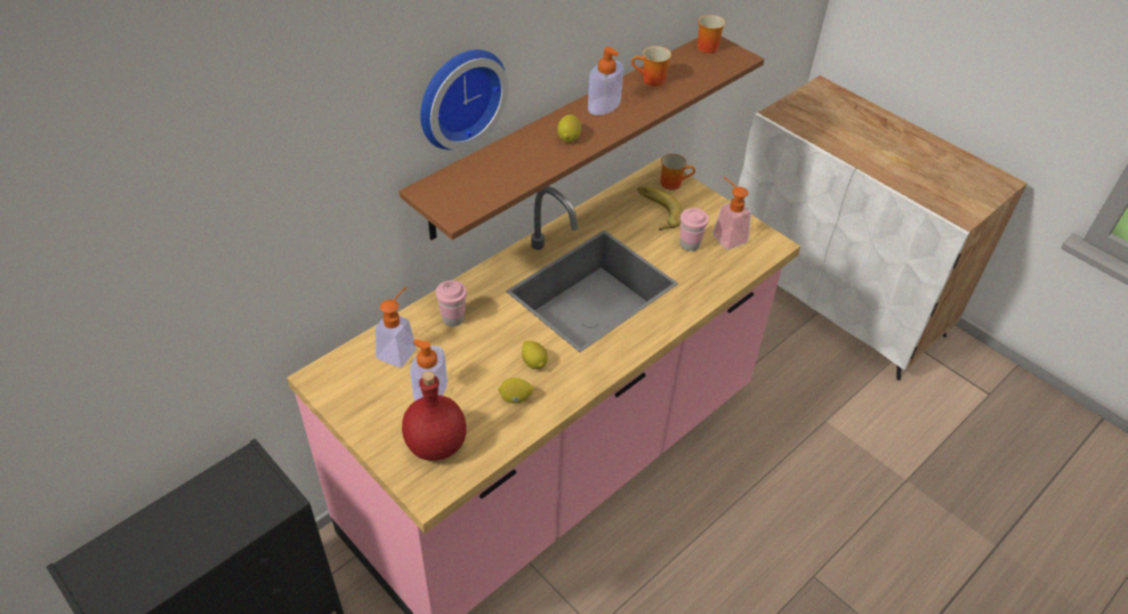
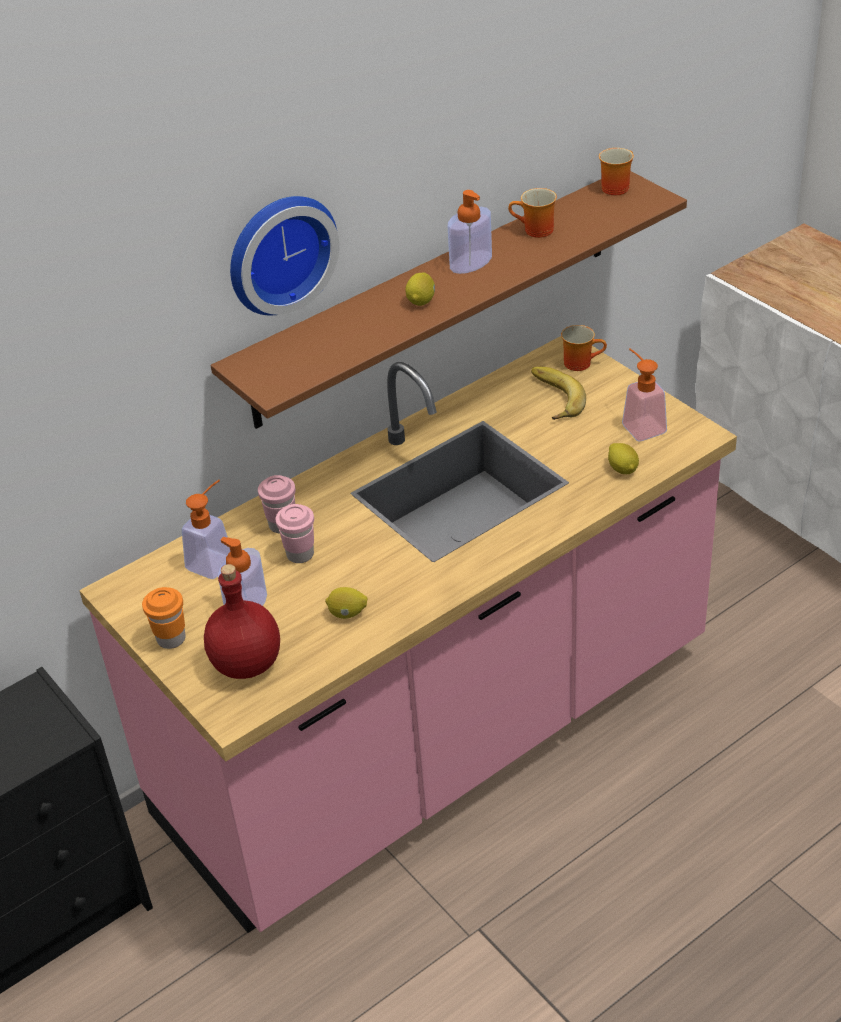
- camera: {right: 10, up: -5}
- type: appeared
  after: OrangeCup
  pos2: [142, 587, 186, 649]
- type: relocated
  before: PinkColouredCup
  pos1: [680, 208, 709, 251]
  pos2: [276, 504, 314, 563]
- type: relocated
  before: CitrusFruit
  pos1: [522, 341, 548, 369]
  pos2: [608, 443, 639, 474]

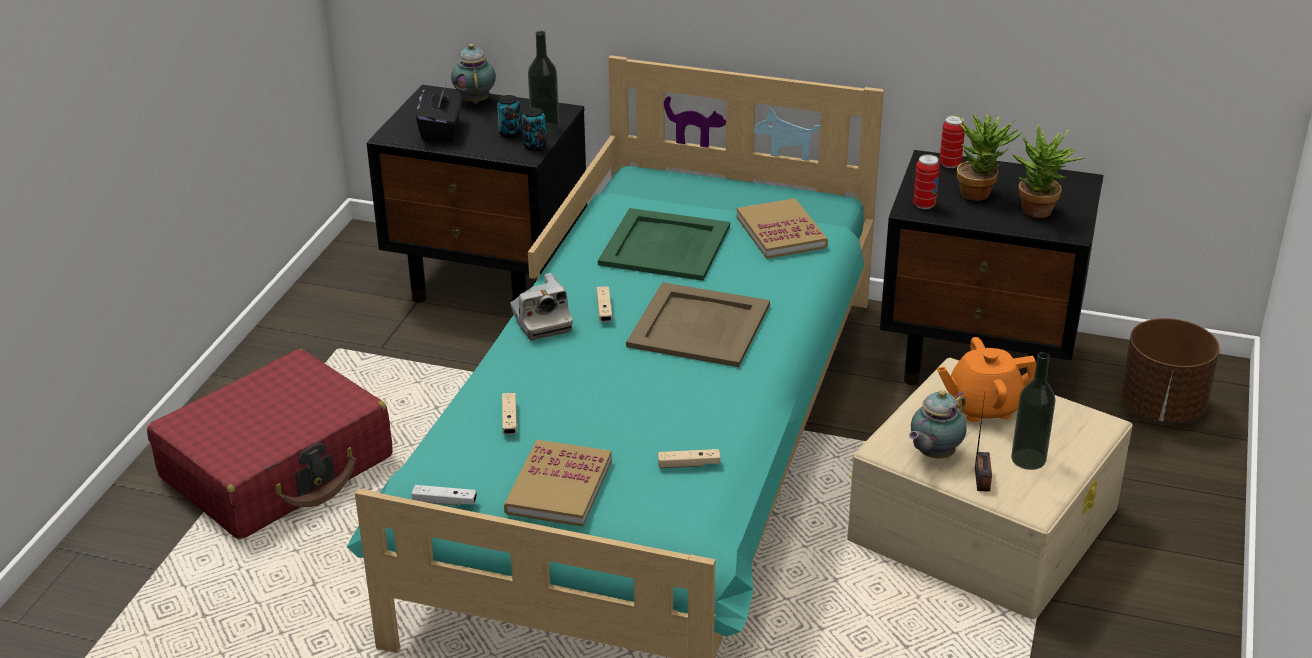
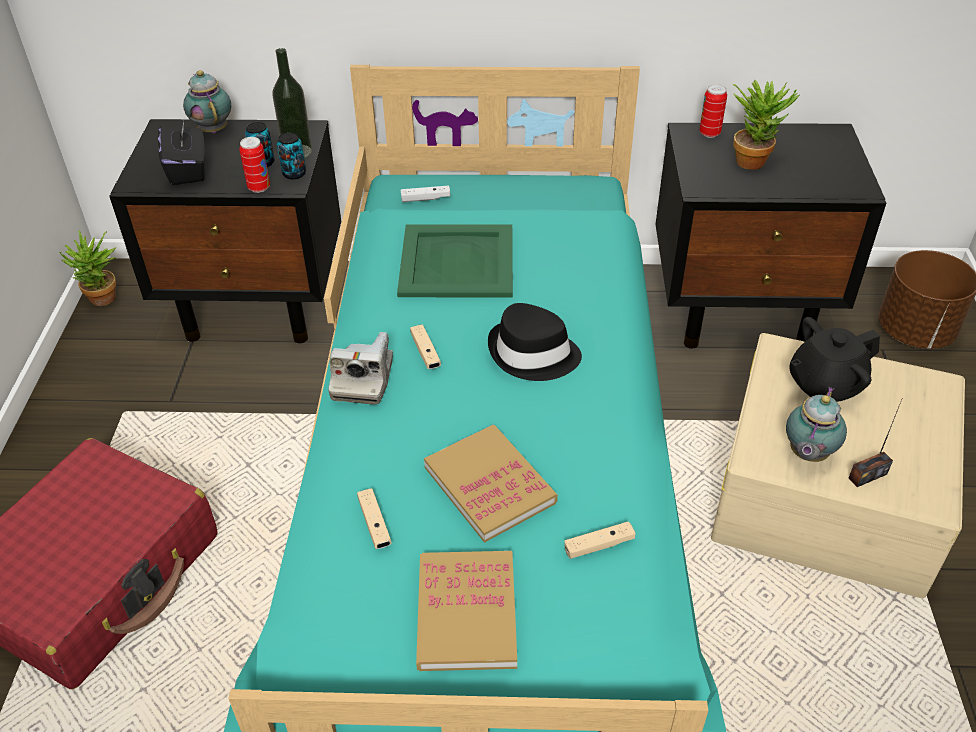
- camera: {right: -15, up: 10}
- type: relocated
  before: Houseplant
  pos1: [1012, 123, 1084, 218]
  pos2: [60, 230, 117, 306]
- type: relocated
  before: MetalCan
  pos1: [913, 154, 940, 209]
  pos2: [239, 137, 270, 193]
- type: spun
  before: PhotoCamera
  pos1: [511, 273, 573, 340]
  pos2: [328, 332, 393, 405]
  turn: 45
- type: relocated
  before: WhitishJoypad
  pos1: [411, 485, 477, 505]
  pos2: [401, 185, 450, 202]
- type: relocated
  before: Book
  pos1: [737, 198, 828, 259]
  pos2: [424, 425, 558, 543]
- type: exchanged
  before: SandColouredServingTray
  after: BlackHat
  pos1: [626, 282, 770, 367]
  pos2: [488, 303, 582, 381]
- type: colour
  before: OrangeTeapot
  after: BlackTeapot
  pos1: [937, 337, 1036, 422]
  pos2: [789, 317, 880, 402]
- type: spun
  before: Radio
  pos1: [975, 394, 992, 492]
  pos2: [849, 397, 903, 487]
  turn: 75
- type: missing
  before: DrinkBottle
  pos1: [1011, 352, 1056, 470]

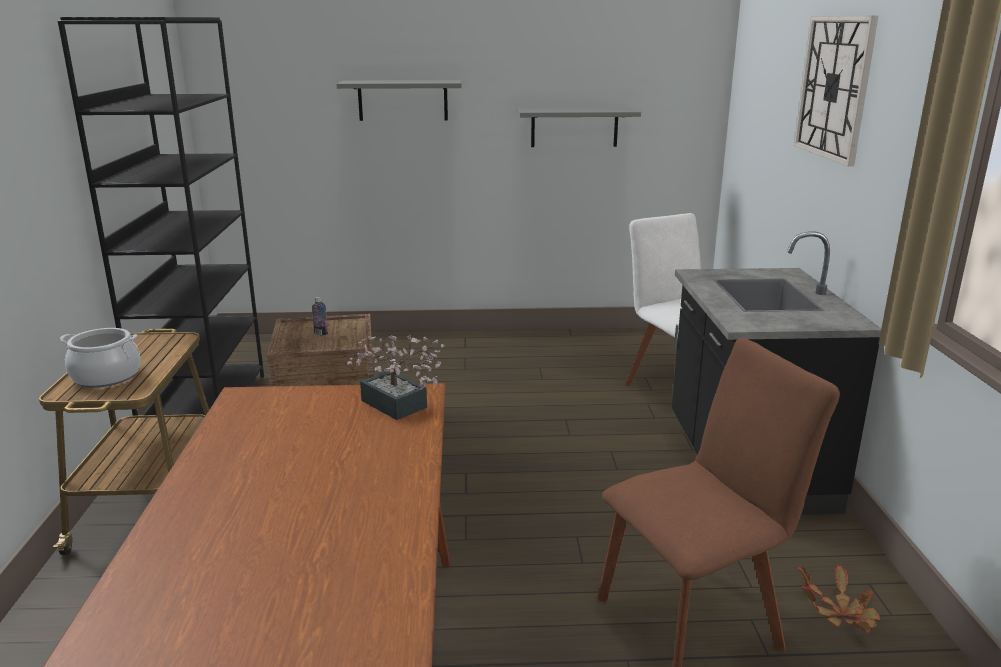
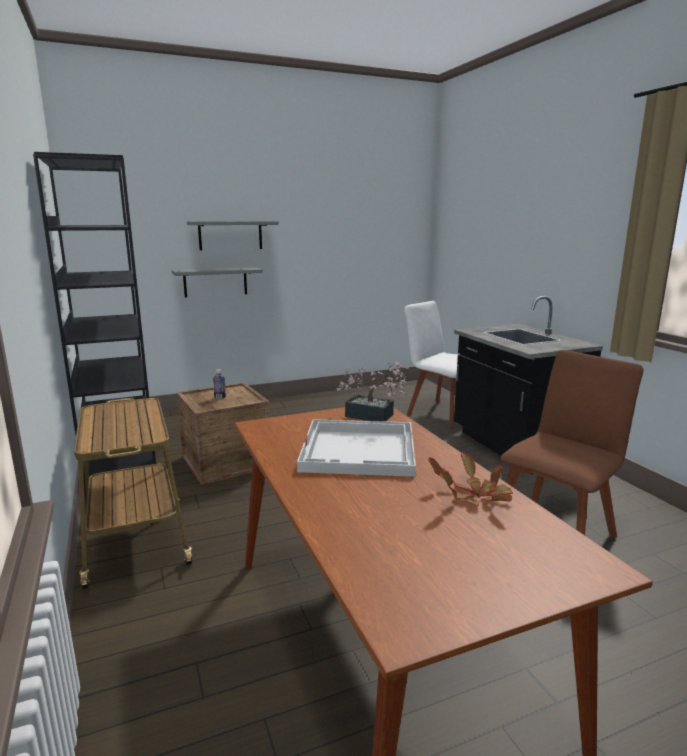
- camera: {right: -20, up: -5}
- type: relocated
  before: GrayWallShelf
  pos1: [517, 108, 641, 147]
  pos2: [172, 267, 263, 298]
- type: appeared
  after: WhitishServingTray
  pos2: [297, 419, 416, 477]
- type: relocated
  before: Houseplant
  pos1: [798, 565, 880, 633]
  pos2: [428, 453, 513, 506]
- type: missing
  before: CookingPot
  pos1: [60, 328, 141, 388]
- type: missing
  before: HangingClock
  pos1: [794, 16, 878, 167]

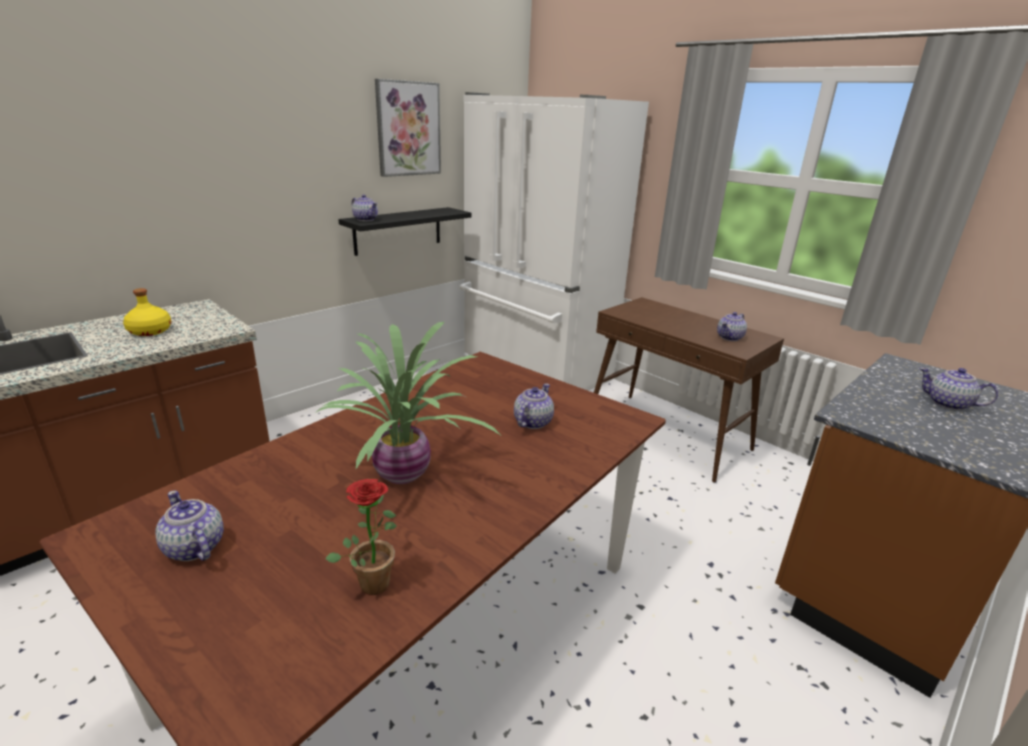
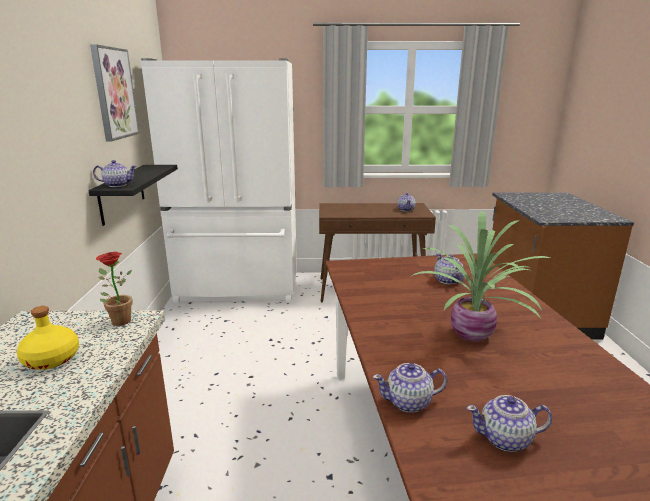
- camera: {right: -45, up: -5}
- type: relocated
  before: Houseplant
  pos1: [325, 479, 397, 595]
  pos2: [96, 252, 132, 326]
- type: relocated
  before: Teapot
  pos1: [919, 368, 998, 410]
  pos2: [373, 363, 447, 413]

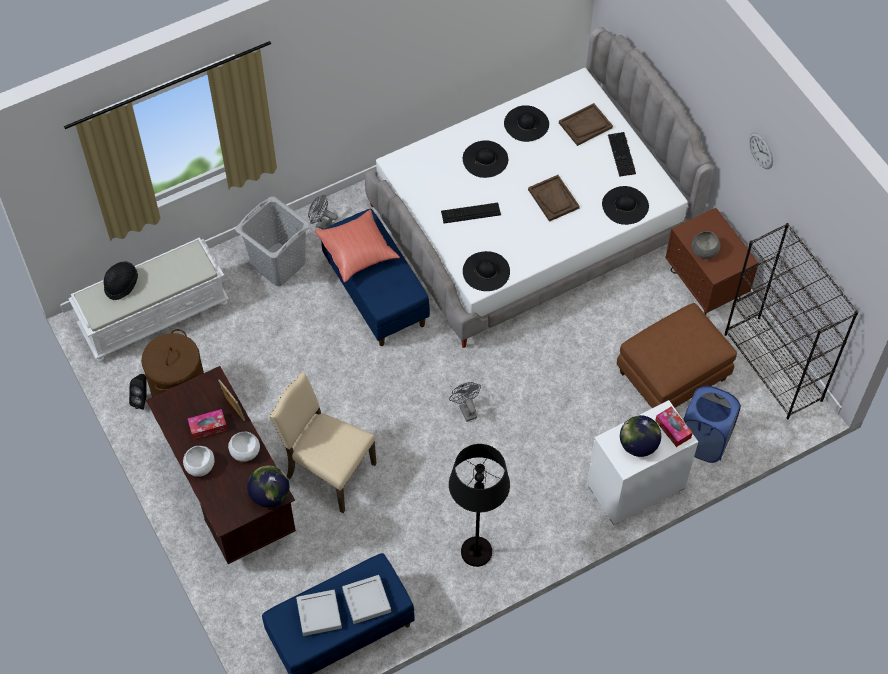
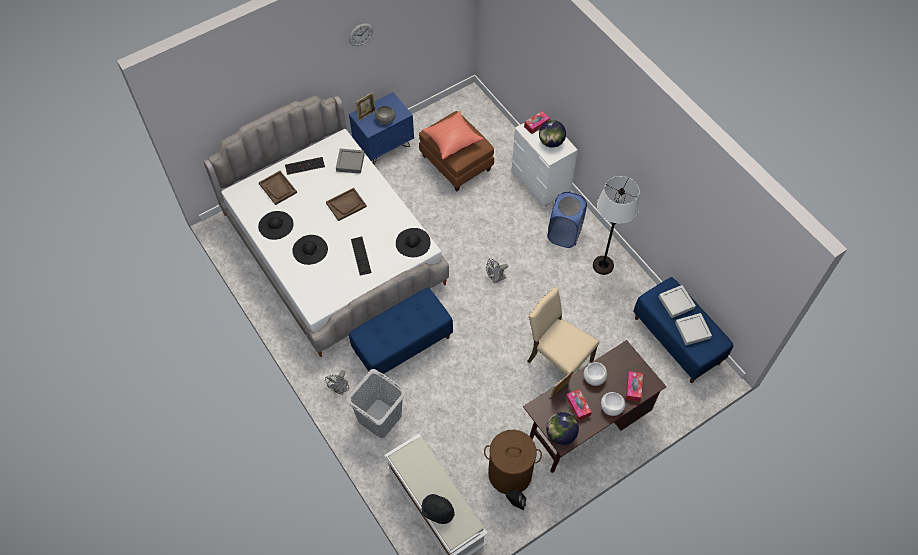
- camera: {right: -95, up: 0}
- type: exchanged
  before: BlackHat
  after: GrayServingTray
  pos1: [602, 186, 649, 225]
  pos2: [336, 149, 365, 174]
- type: colour
  before: BrownishBedsideTable
  after: BlueColouredBedsideTable
  pos1: [665, 208, 759, 315]
  pos2: [349, 92, 414, 165]
- type: appeared
  after: PhotoFrame
  pos2: [355, 92, 376, 121]
- type: relocated
  before: RedCushion
  pos1: [315, 209, 400, 282]
  pos2: [422, 111, 484, 159]
- type: spun
  before: SandColouredPlainChair
  pos1: [269, 372, 377, 513]
  pos2: [527, 287, 599, 375]
  turn: 105
- type: relocated
  before: DeskGlobe
  pos1: [247, 465, 289, 507]
  pos2: [546, 412, 579, 445]
- type: relocated
  before: BlueColouredHamper
  pos1: [683, 386, 741, 463]
  pos2: [548, 192, 587, 248]
- type: colour
  before: BlackStandingLamp
  after: WhitishStandingLamp
  pos1: [449, 444, 510, 567]
  pos2: [593, 176, 640, 275]
- type: appeared
  after: TissueBox
  pos2: [626, 371, 643, 401]
- type: missing
  before: BlackShelvingUnit
  pos1: [725, 223, 858, 419]

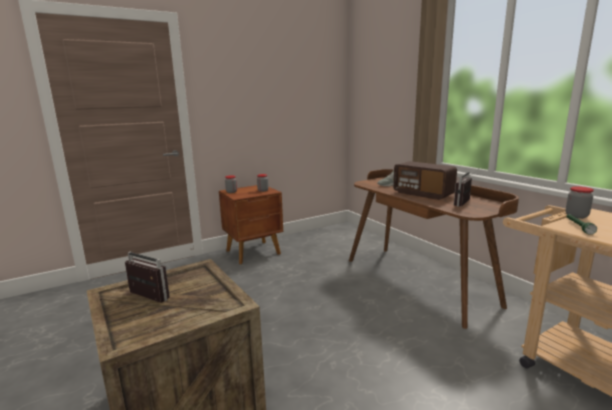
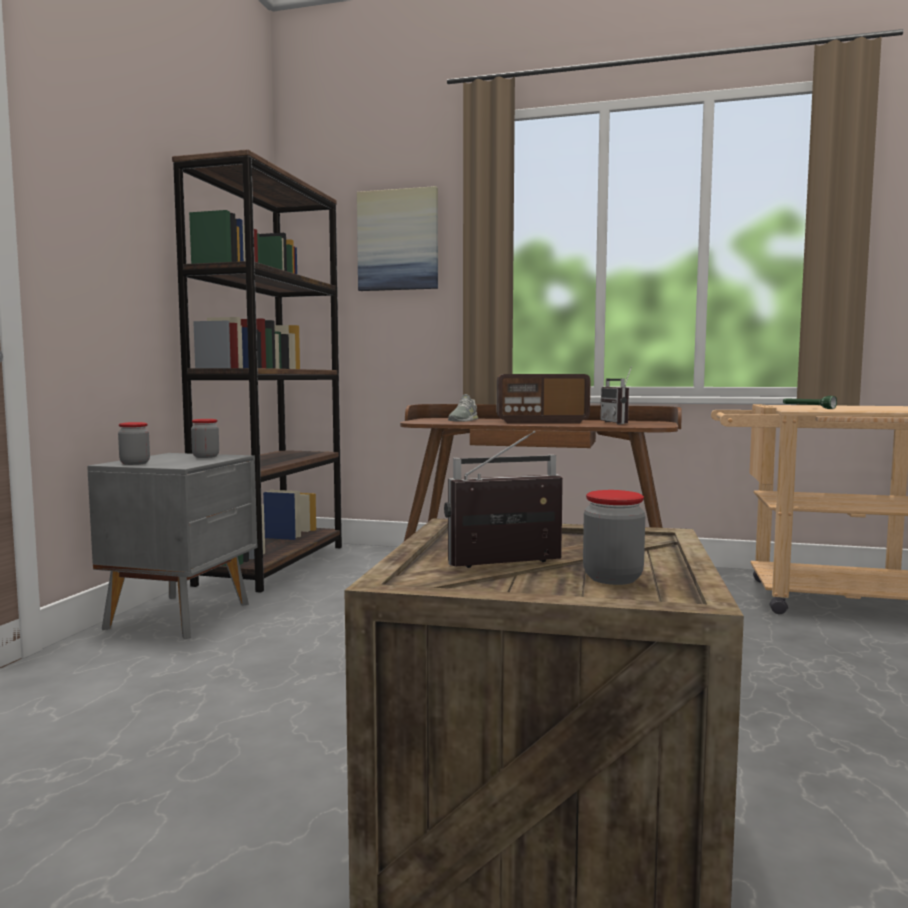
- camera: {right: -45, up: -10}
- type: colour
  before: BrownishBedsideTable
  after: GrayBedsideTable
  pos1: [219, 185, 283, 264]
  pos2: [87, 453, 258, 639]
- type: appeared
  after: BrownishShelvingUnit
  pos2: [172, 149, 342, 593]
- type: appeared
  after: WallArt
  pos2: [357, 186, 438, 291]
- type: relocated
  before: PreserveJar
  pos1: [565, 186, 594, 219]
  pos2: [583, 490, 645, 585]

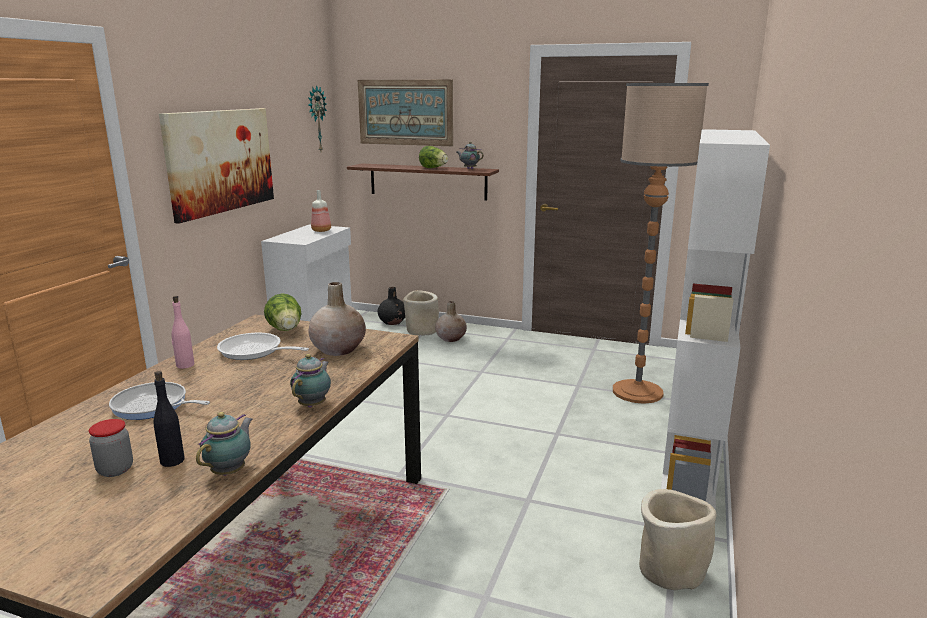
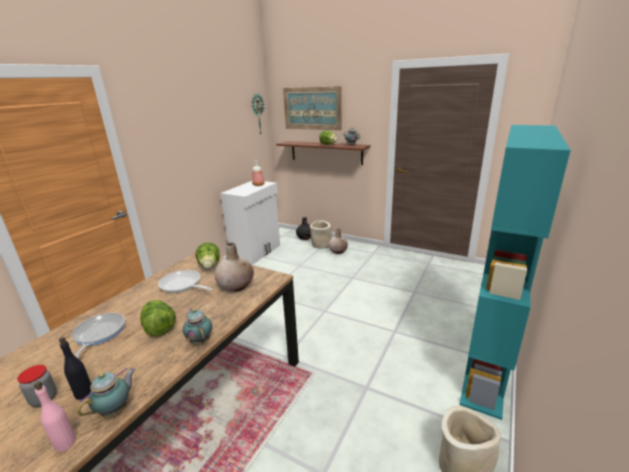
- camera: {right: 10, up: 5}
- type: relocated
  before: PinkColouredDrinkBottle
  pos1: [171, 296, 194, 369]
  pos2: [34, 381, 76, 452]
- type: spun
  before: FryingPan
  pos1: [109, 382, 210, 420]
  pos2: [72, 313, 125, 358]
  turn: 60
- type: appeared
  after: LettuceHead
  pos2: [140, 300, 176, 336]
- type: spun
  before: Teapot
  pos1: [290, 354, 331, 408]
  pos2: [183, 309, 212, 345]
  turn: -60
- type: colour
  before: WhitishShelvingUnit
  after: TurquoiseColouredShelvingUnit
  pos1: [661, 129, 770, 510]
  pos2: [459, 125, 571, 420]
- type: missing
  before: WallArt
  pos1: [159, 108, 274, 224]
- type: missing
  before: StandingLamp
  pos1: [613, 83, 709, 404]

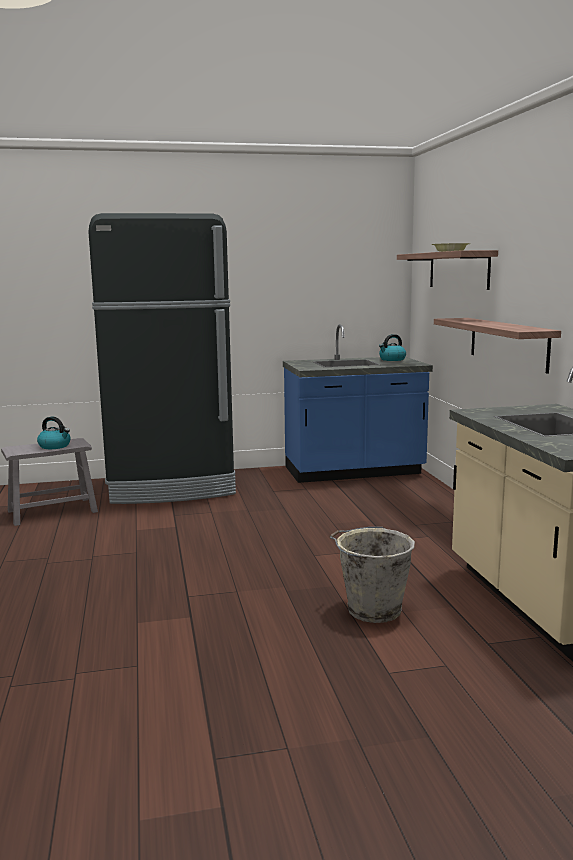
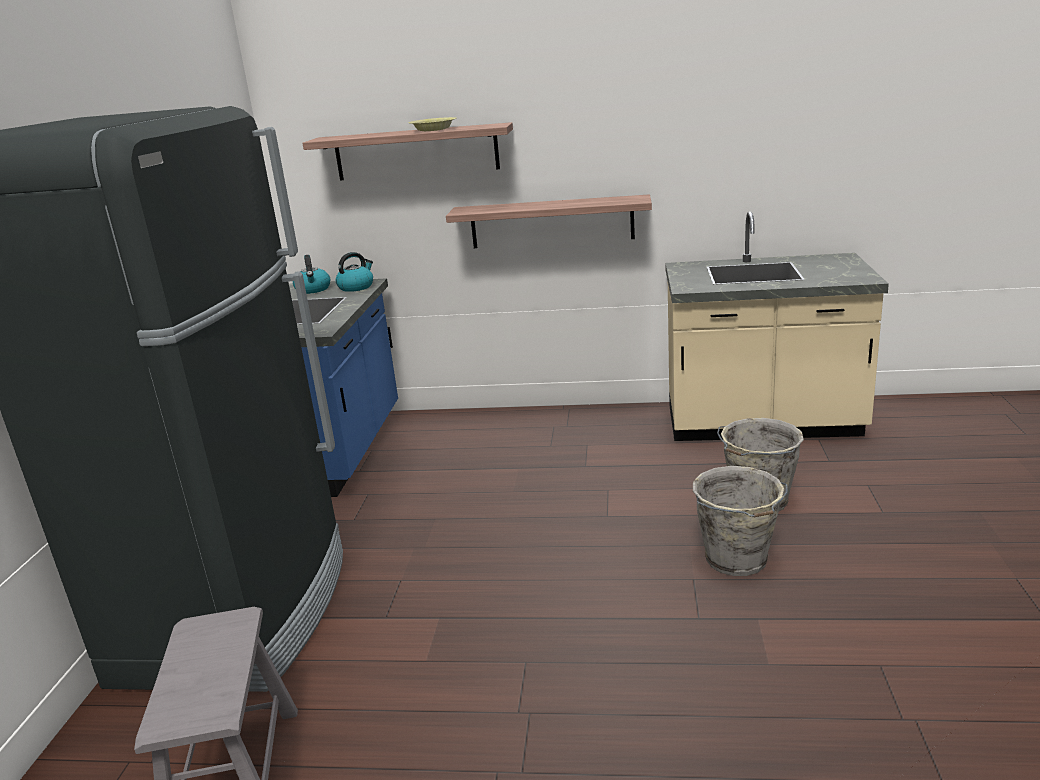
- camera: {right: -70, up: 10}
- type: relocated
  before: WaterKettle
  pos1: [37, 417, 71, 449]
  pos2: [336, 252, 373, 292]
- type: appeared
  after: GrayBucket
  pos2: [693, 466, 788, 576]

